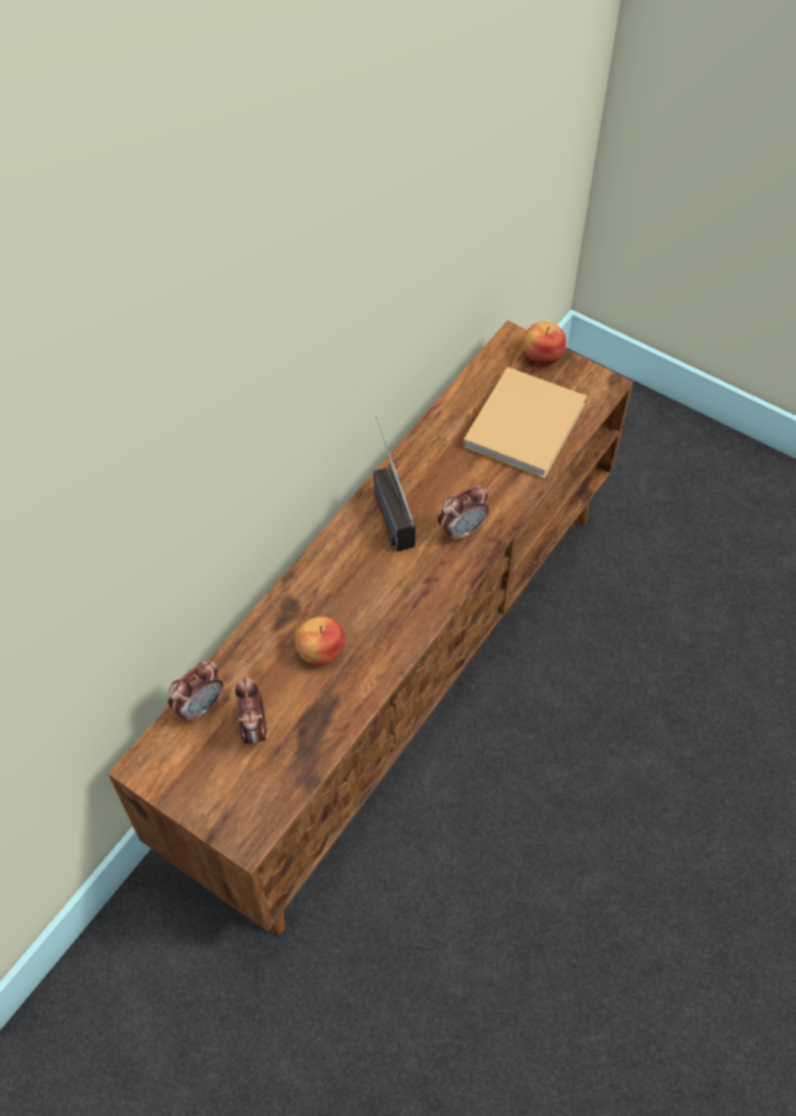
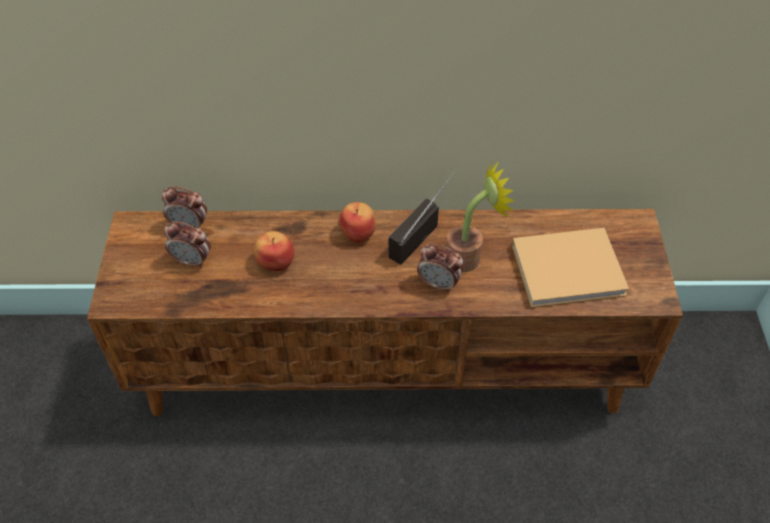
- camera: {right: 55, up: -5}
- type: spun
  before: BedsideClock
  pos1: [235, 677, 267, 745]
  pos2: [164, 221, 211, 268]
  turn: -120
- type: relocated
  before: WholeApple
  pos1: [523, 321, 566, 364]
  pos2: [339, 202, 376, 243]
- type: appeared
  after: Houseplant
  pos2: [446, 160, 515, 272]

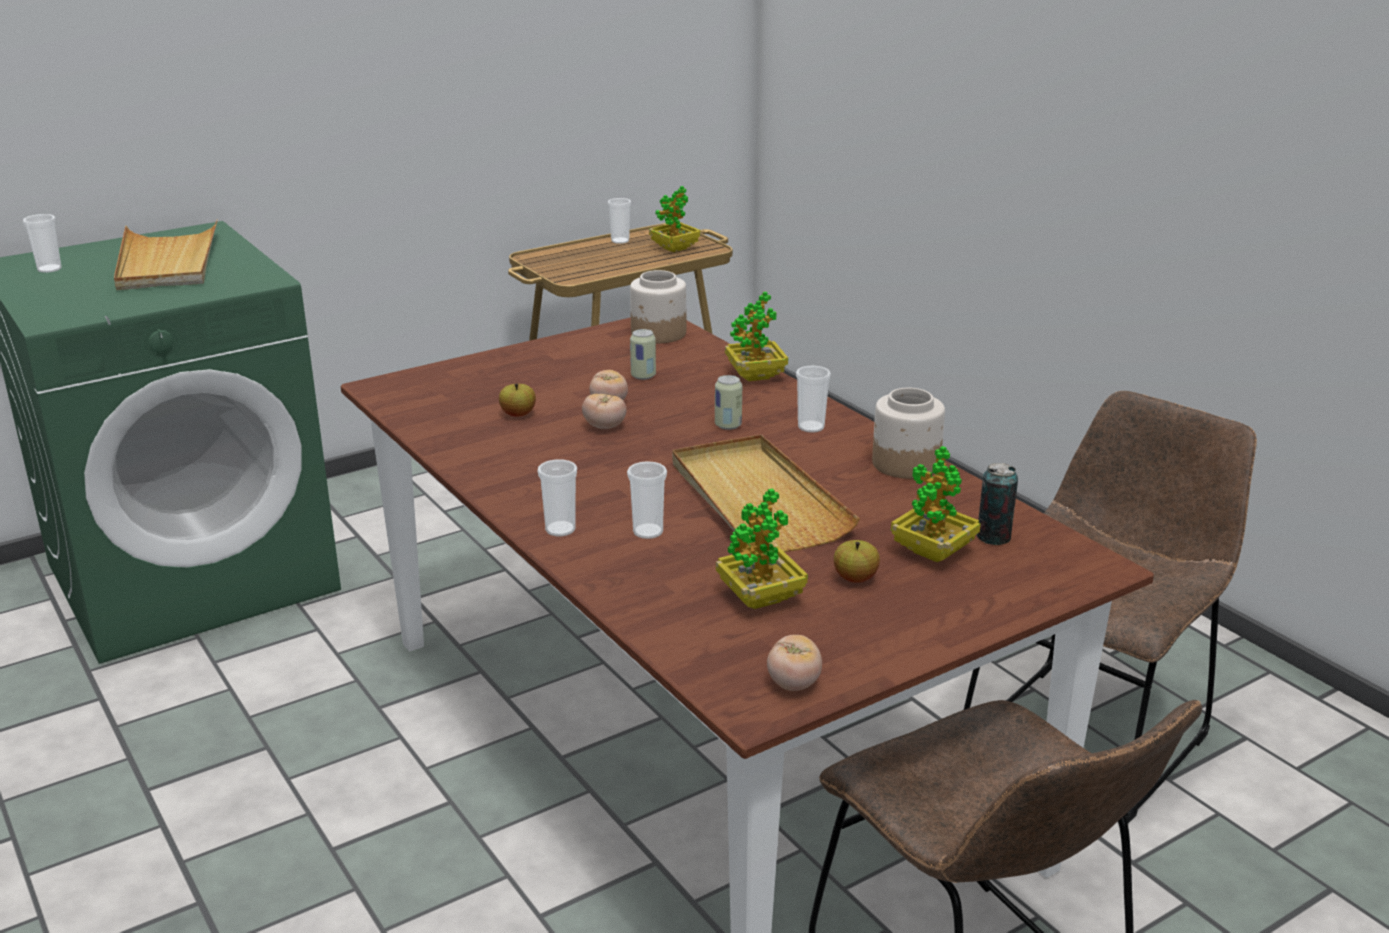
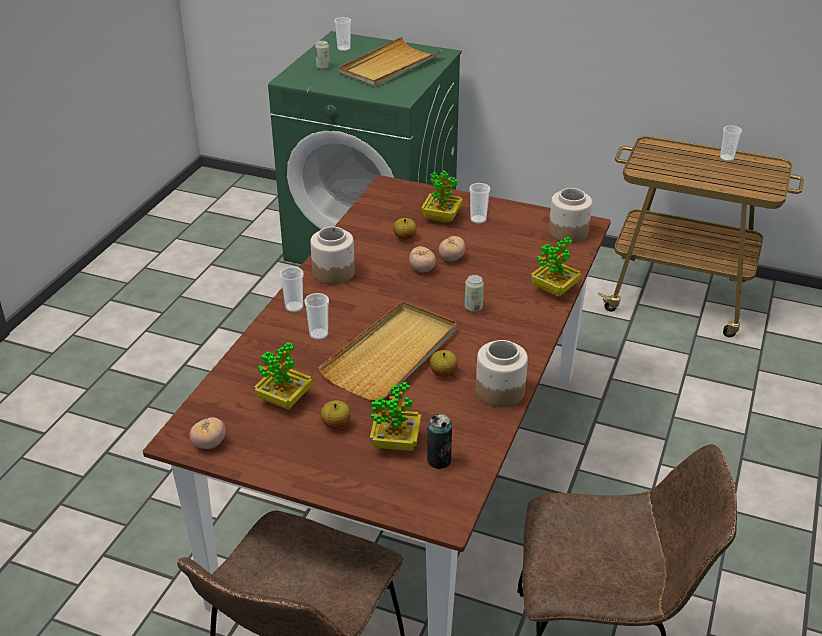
- camera: {right: 55, up: 10}
- type: appeared
  after: PreserveJar
  pos2: [310, 227, 355, 285]
- type: relocated
  before: MetalCan
  pos1: [630, 329, 656, 380]
  pos2: [315, 41, 330, 70]
- type: relocated
  before: Houseplant
  pos1: [649, 186, 701, 252]
  pos2: [421, 171, 463, 223]
- type: appeared
  after: WholeApple
  pos2: [430, 350, 458, 377]
- type: relocated
  before: Cup
  pos1: [796, 366, 831, 433]
  pos2: [469, 183, 490, 224]

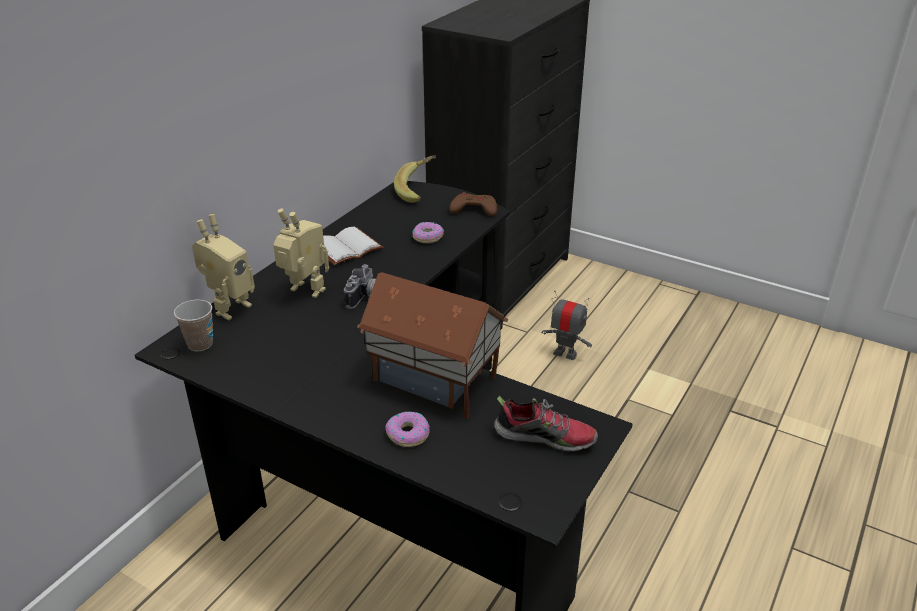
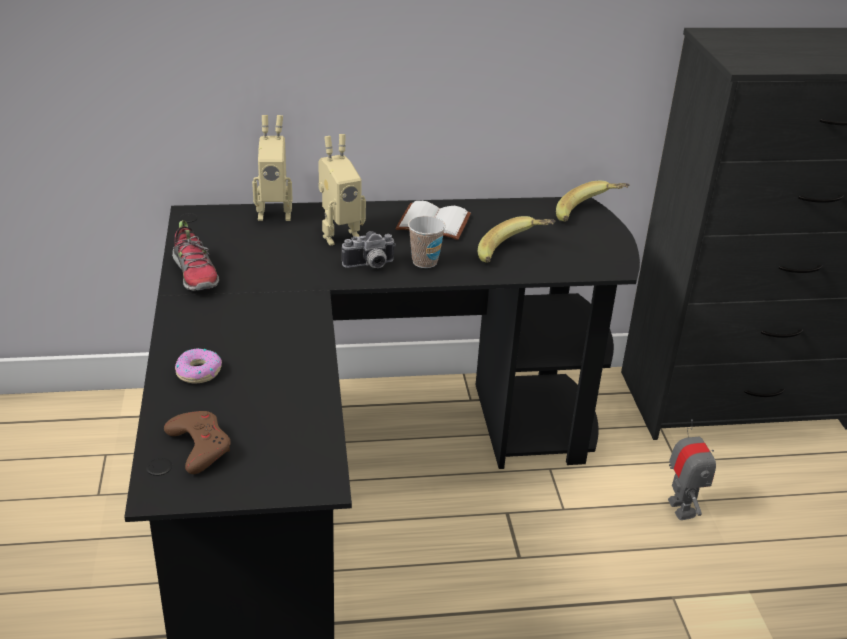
- camera: {right: 50, up: 0}
- type: relocated
  before: BrownishJoypad
  pos1: [450, 192, 497, 216]
  pos2: [164, 411, 231, 474]
- type: relocated
  before: ItemOfFootwear
  pos1: [494, 396, 598, 452]
  pos2: [172, 220, 219, 291]
- type: spun
  before: ModelRobot
  pos1: [273, 208, 329, 298]
  pos2: [318, 134, 366, 246]
  turn: 75
- type: relocated
  before: Cup
  pos1: [174, 299, 213, 351]
  pos2: [408, 216, 446, 268]
- type: exchanged
  before: Doughnut
  after: Banana
  pos1: [412, 222, 444, 243]
  pos2: [478, 216, 555, 263]
- type: missing
  before: ModelHouse
  pos1: [357, 272, 508, 419]

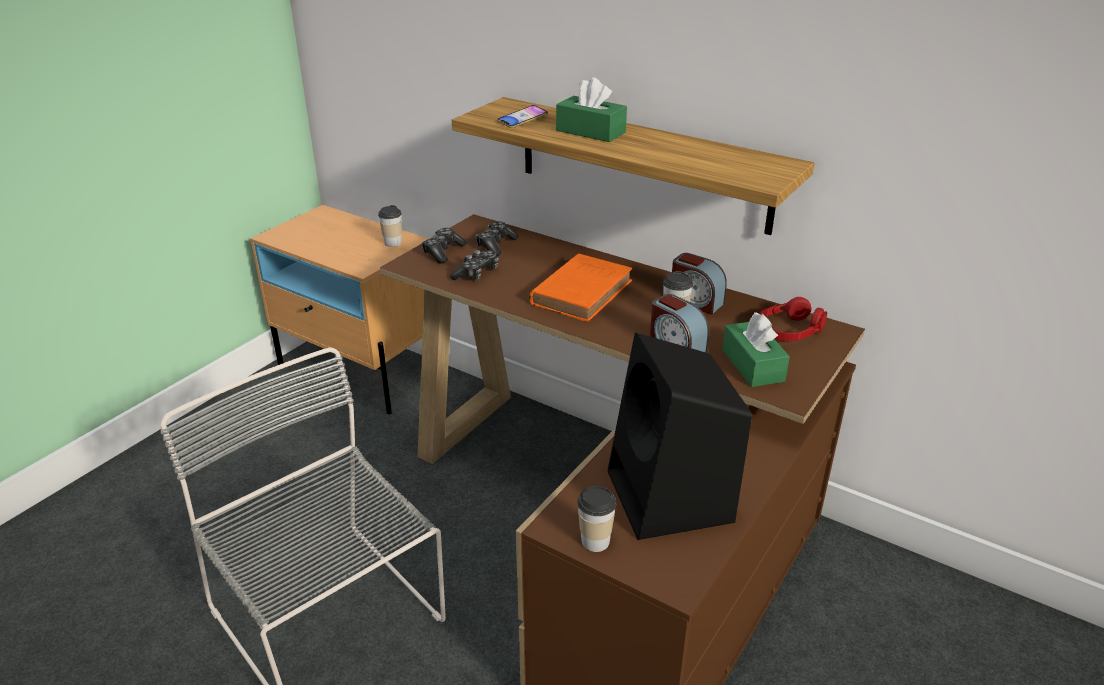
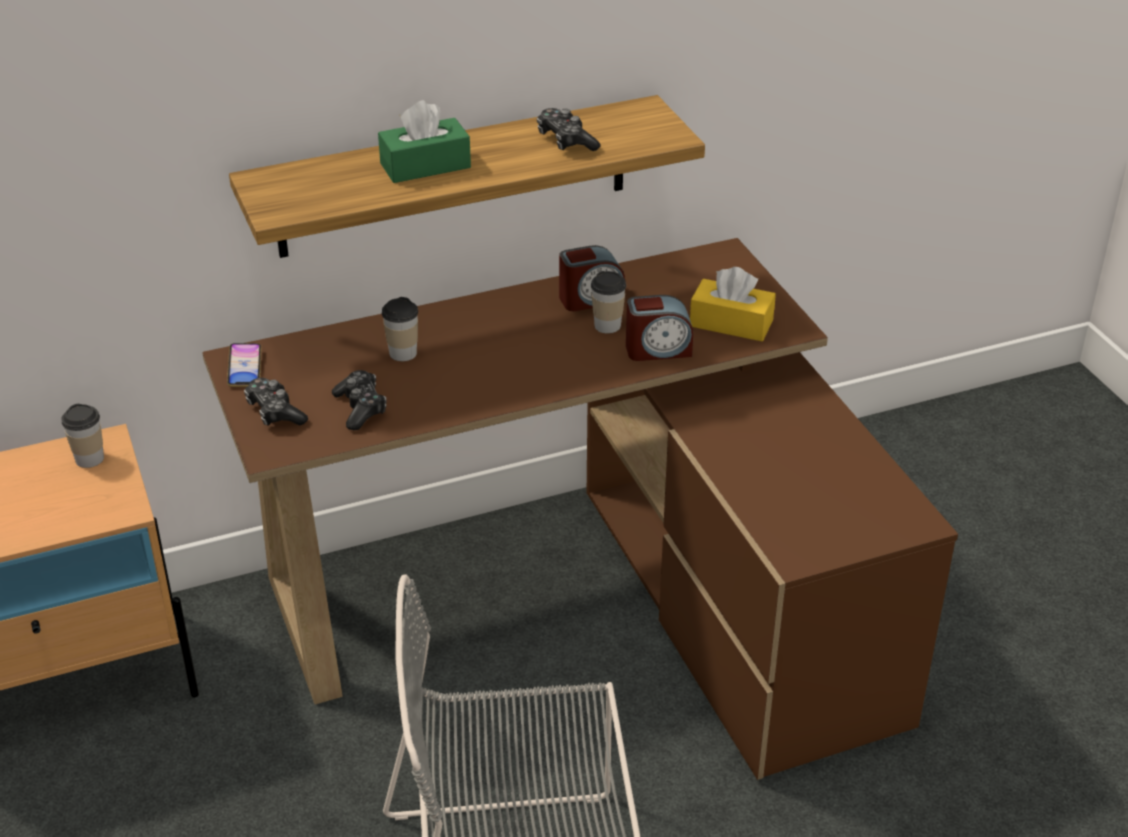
- camera: {right: -55, up: 5}
- type: relocated
  before: Phone
  pos1: [497, 105, 548, 128]
  pos2: [227, 343, 262, 387]
- type: relocated
  before: Cup
  pos1: [577, 486, 616, 552]
  pos2: [382, 297, 418, 361]
- type: relocated
  before: Joypad
  pos1: [475, 222, 519, 256]
  pos2: [537, 108, 601, 151]
- type: colour
  before: GreenishTissueBox
  after: YellowishTissueBox
  pos1: [722, 312, 790, 387]
  pos2: [690, 267, 776, 341]
- type: missing
  before: OrangeBook
  pos1: [529, 253, 632, 322]
- type: missing
  before: BlackAudioSpeaker
  pos1: [608, 333, 752, 540]
- type: missing
  before: RedPairOfHeadphones
  pos1: [759, 297, 827, 341]

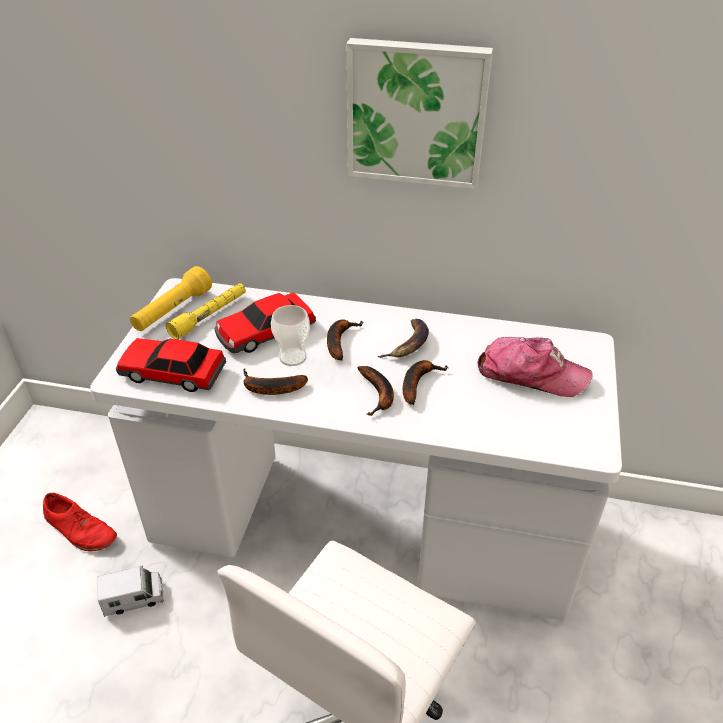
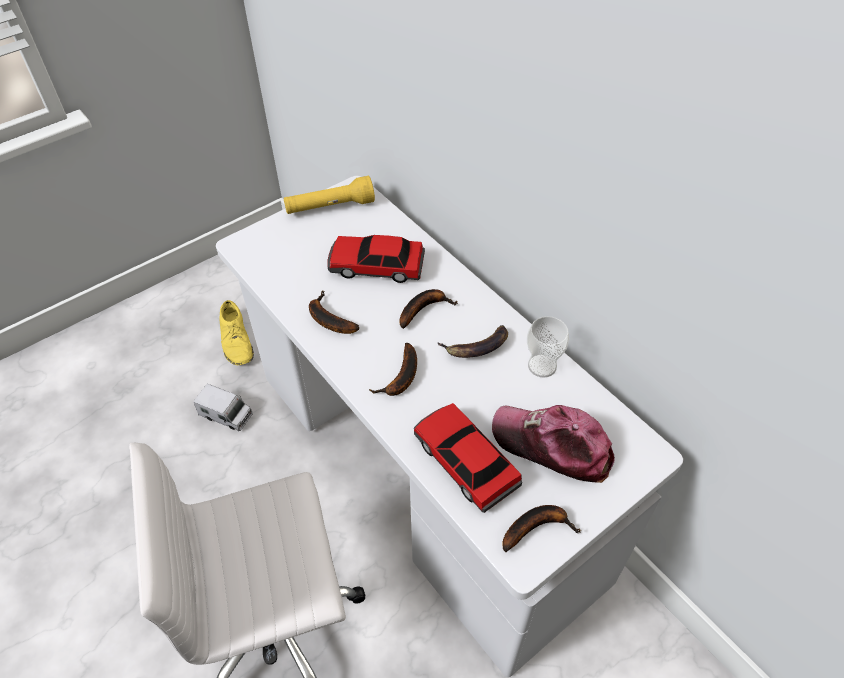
- camera: {right: 40, up: 10}
- type: colour
  before: RedItemOfFootwear
  after: YellowishItemOfFootwear
  pos1: [43, 493, 117, 551]
  pos2: [219, 300, 254, 365]
- type: relocated
  before: MiniatureCar
  pos1: [116, 338, 226, 392]
  pos2: [414, 403, 522, 513]
- type: spun
  before: PeakedCap
  pos1: [477, 337, 593, 397]
  pos2: [492, 405, 615, 483]
  turn: 150
- type: relocated
  before: Banana
  pos1: [403, 360, 448, 405]
  pos2: [502, 505, 581, 552]
- type: relocated
  before: Cup
  pos1: [271, 305, 310, 366]
  pos2: [527, 316, 569, 378]
- type: missing
  before: YellowishTorch
  pos1: [166, 283, 246, 340]
- type: missing
  before: WallArt
  pos1: [346, 38, 493, 189]

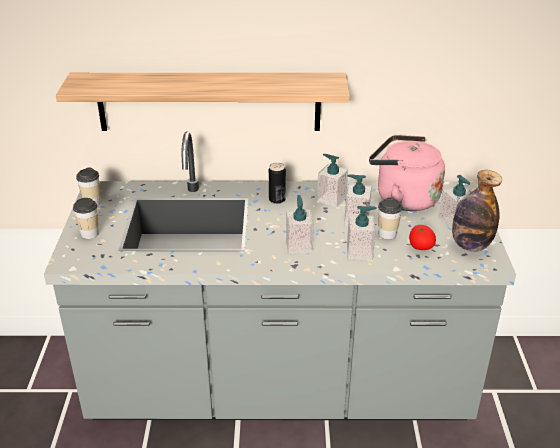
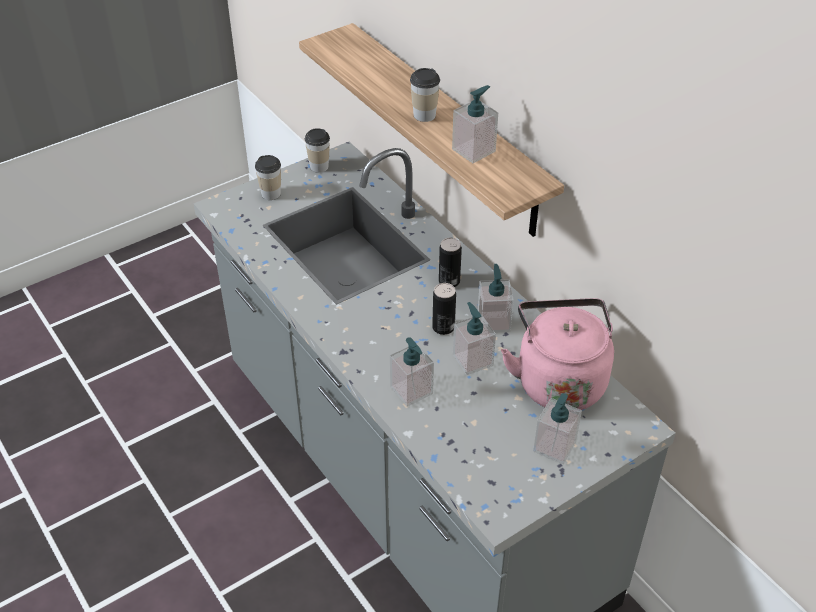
- camera: {right: 55, up: 10}
- type: relocated
  before: Cup
  pos1: [378, 197, 402, 240]
  pos2: [410, 68, 440, 122]
- type: appeared
  after: MetalCan
  pos2: [432, 283, 456, 335]
- type: relocated
  before: LiquidSoapBottle
  pos1: [286, 195, 314, 254]
  pos2: [452, 85, 498, 163]
- type: missing
  before: Tomato
  pos1: [409, 225, 436, 250]
- type: missing
  before: DrinkBottle
  pos1: [452, 170, 502, 252]

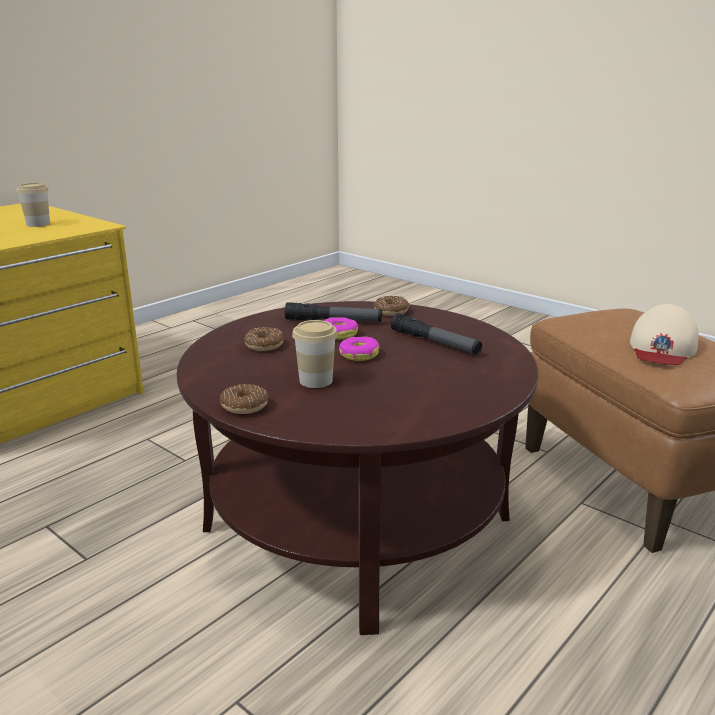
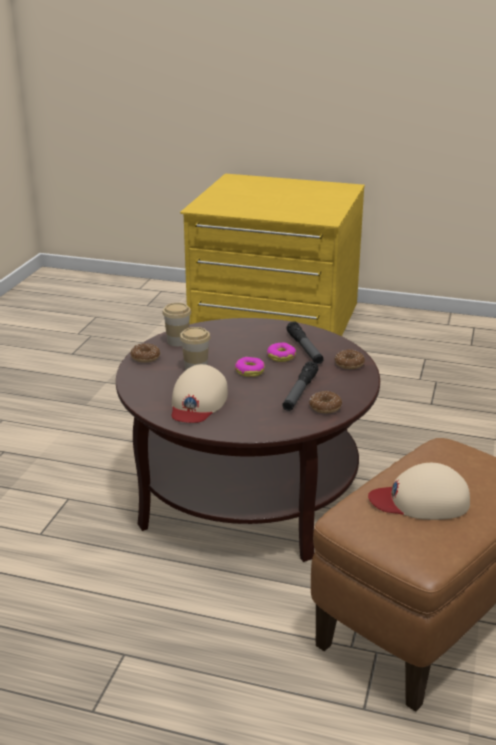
- camera: {right: 65, up: 5}
- type: relocated
  before: Cup
  pos1: [16, 183, 50, 227]
  pos2: [162, 303, 191, 346]
- type: appeared
  after: SandColouredPeakedCap
  pos2: [172, 364, 228, 423]
- type: relocated
  before: Doughnut
  pos1: [244, 327, 284, 351]
  pos2: [309, 391, 342, 414]

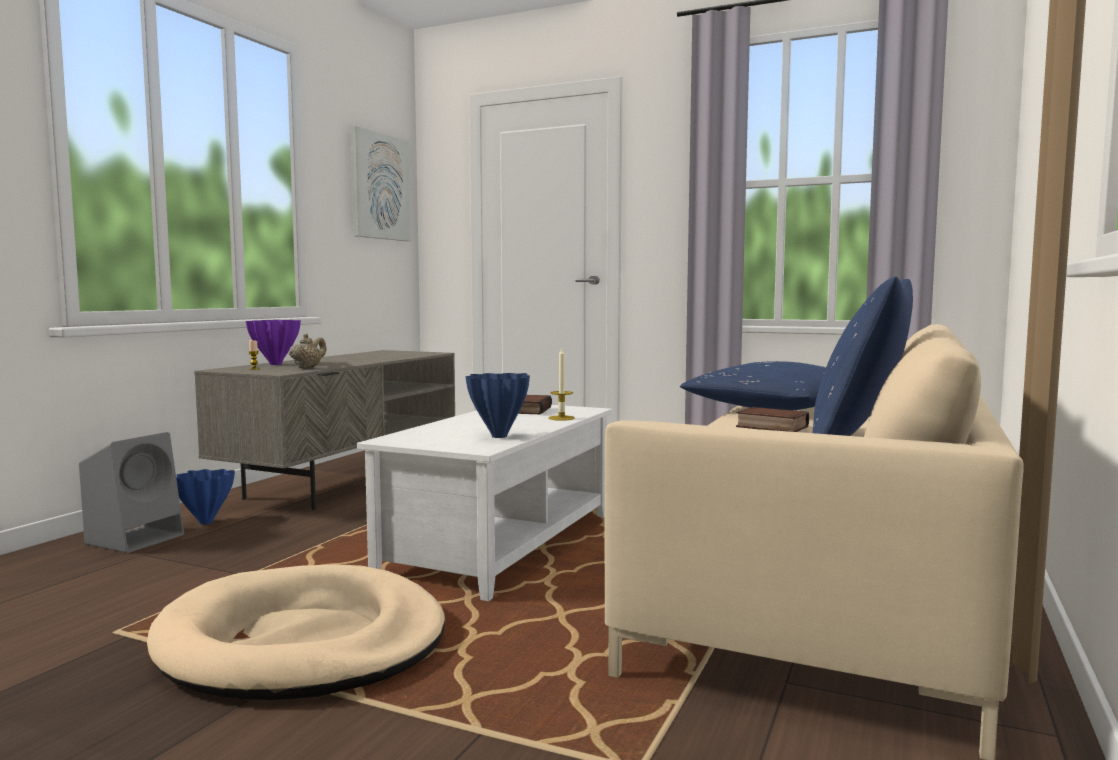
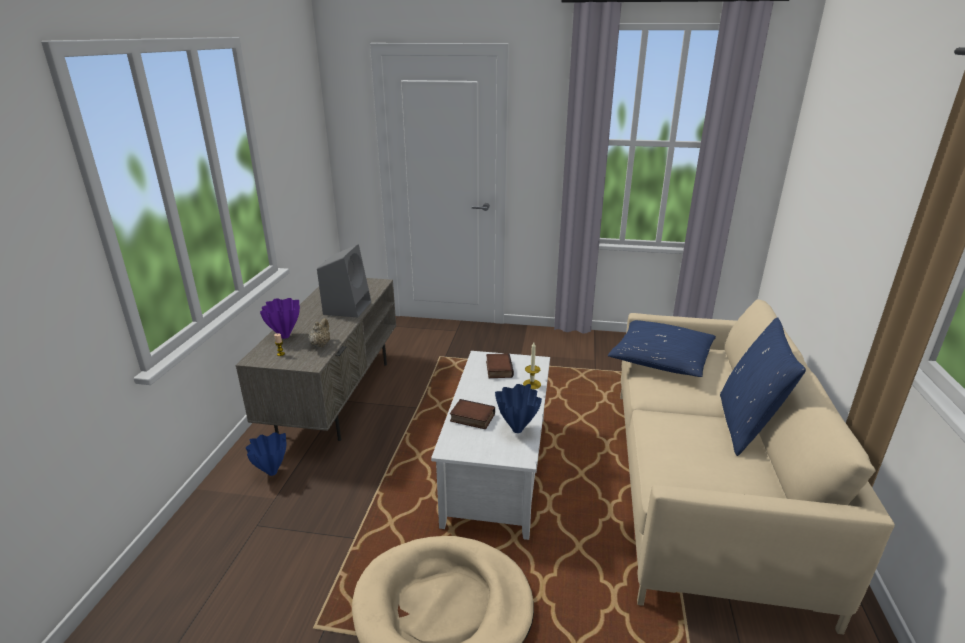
- camera: {right: -15, up: 20}
- type: relocated
  before: GrayAudioSpeaker
  pos1: [79, 432, 184, 553]
  pos2: [317, 244, 371, 317]
- type: relocated
  before: Book
  pos1: [736, 407, 809, 432]
  pos2: [450, 399, 495, 429]
- type: missing
  before: WallArt
  pos1: [350, 126, 411, 241]

